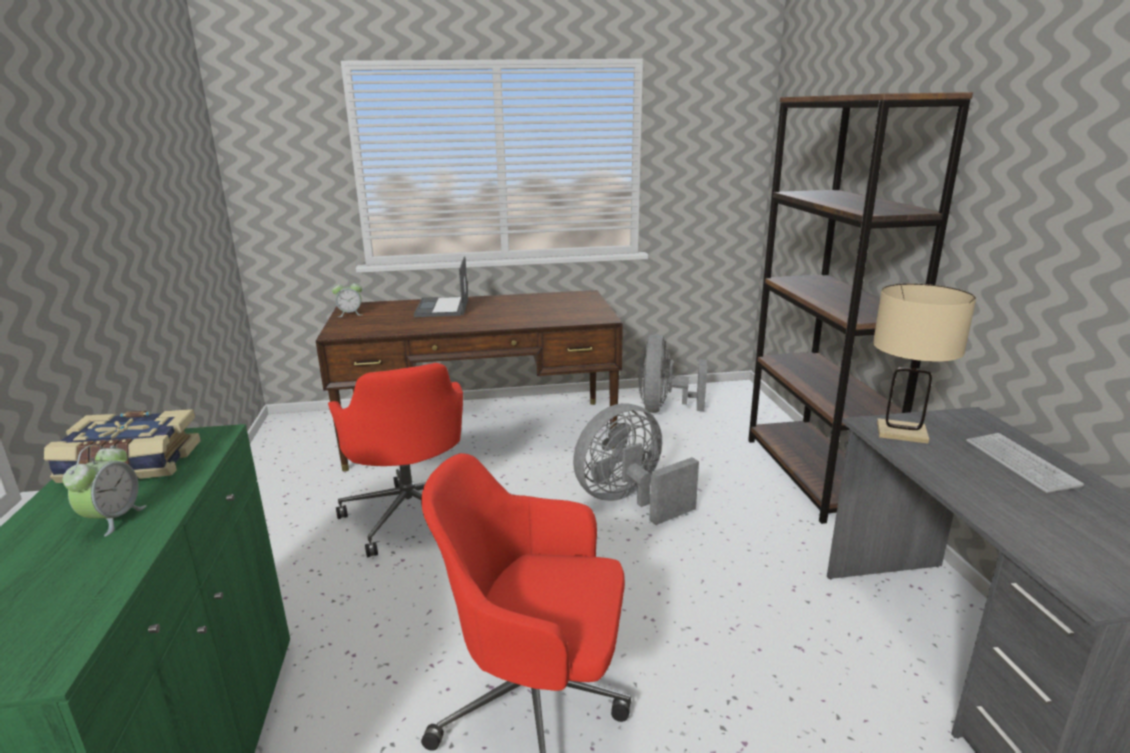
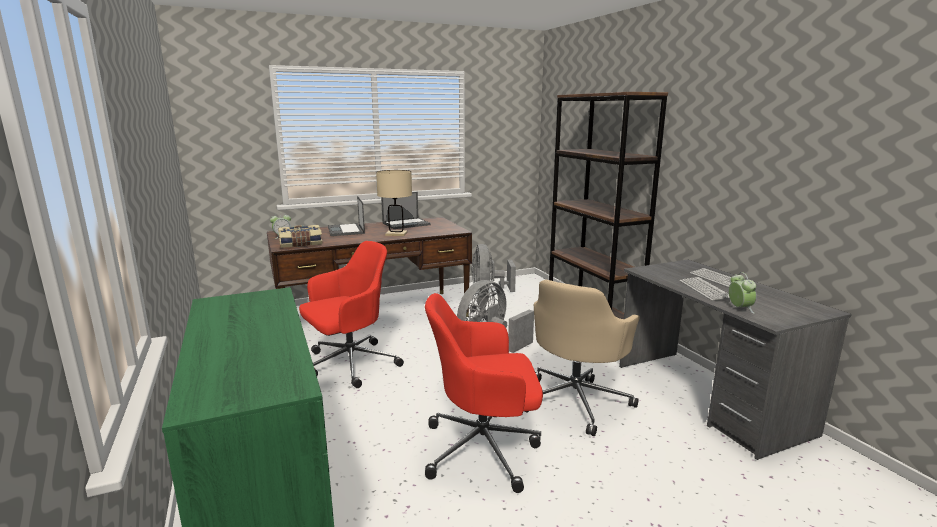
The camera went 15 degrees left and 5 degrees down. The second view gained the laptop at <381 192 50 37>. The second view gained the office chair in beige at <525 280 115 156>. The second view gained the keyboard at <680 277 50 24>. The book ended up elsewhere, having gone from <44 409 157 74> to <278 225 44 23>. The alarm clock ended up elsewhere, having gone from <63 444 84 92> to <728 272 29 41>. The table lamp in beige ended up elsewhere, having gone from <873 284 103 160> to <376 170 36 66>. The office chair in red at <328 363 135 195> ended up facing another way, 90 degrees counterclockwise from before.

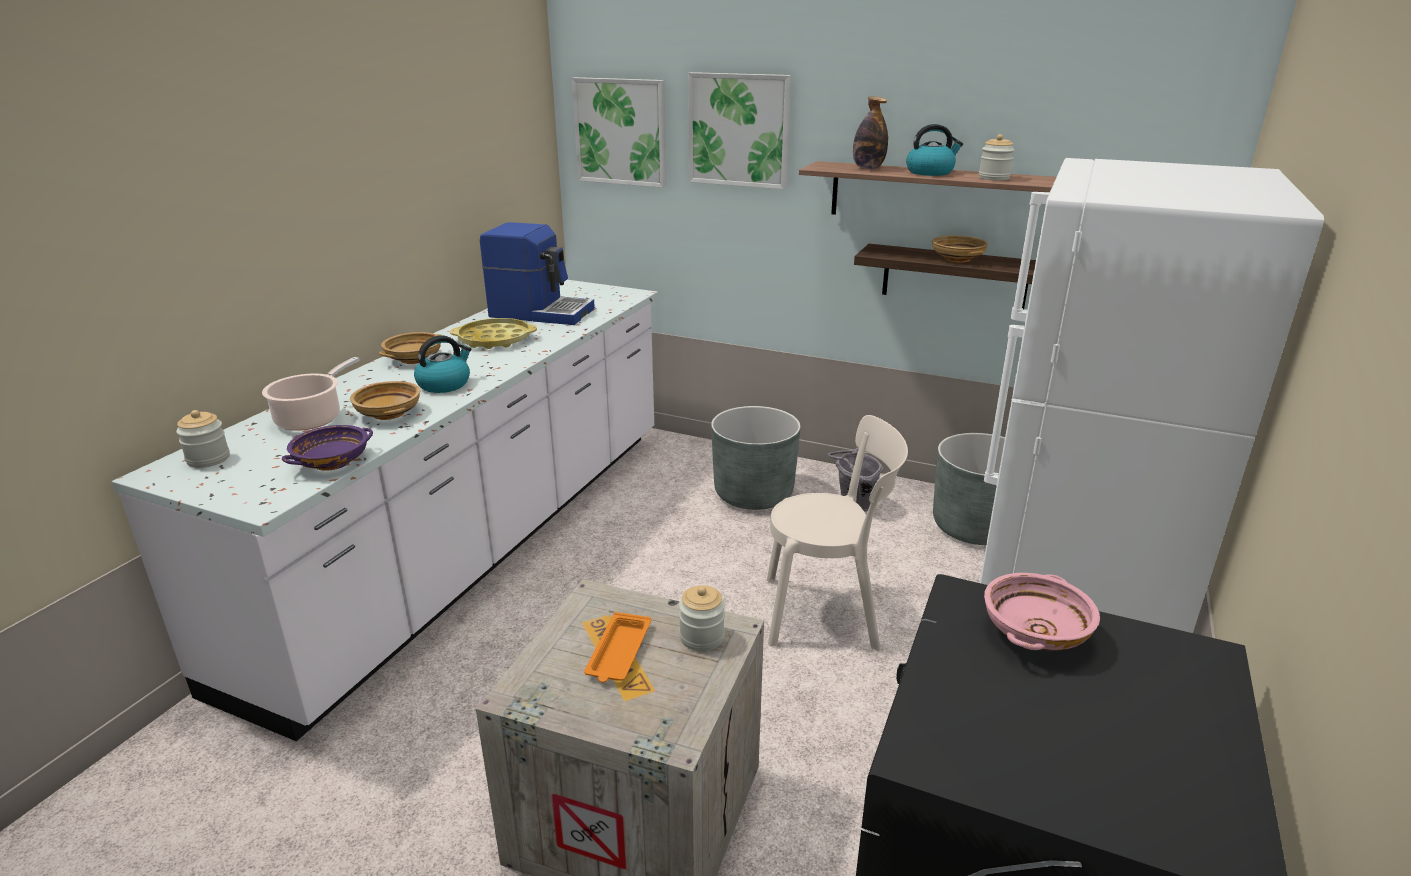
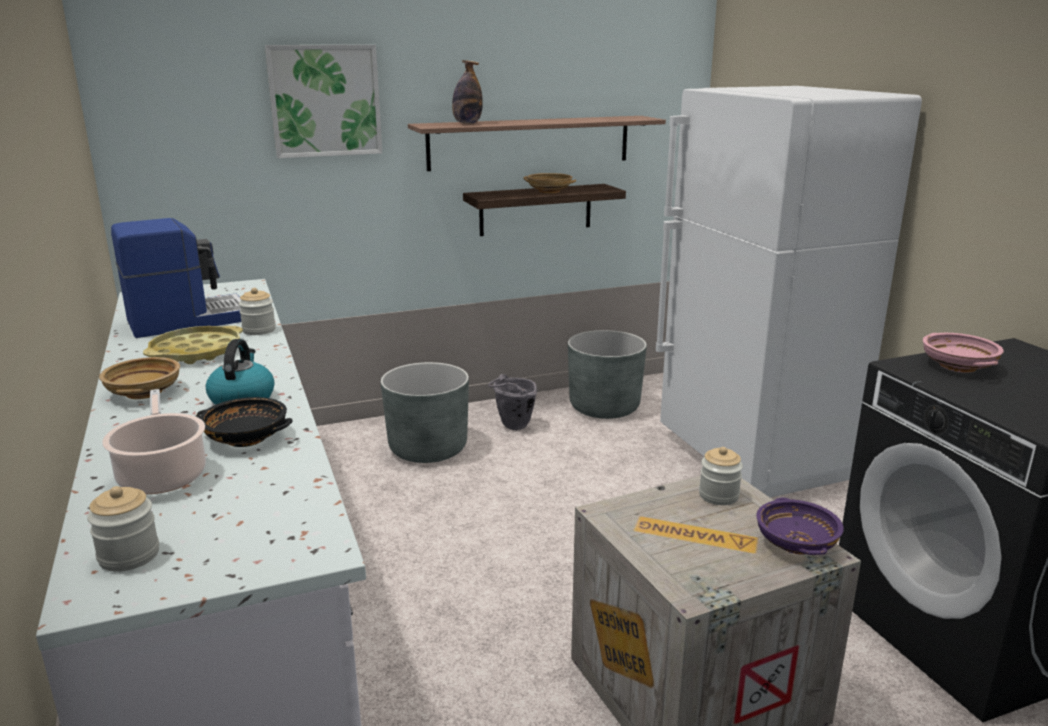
The camera went 45 degrees left and 5 degrees down. The second view lost the picture at <572 77 94 111>. The second view lost the tray in orange at <584 612 67 70>. The second view lost the chair in beige at <767 415 141 235>. The second view lost the kettle at <906 124 57 52>. The bowl in purple ended up elsewhere, having gone from <282 425 91 46> to <756 498 88 57>. The jar ended up elsewhere, having gone from <979 134 35 46> to <239 288 37 47>. What was the bowl in beige at <350 381 70 39> turned into the bowl in black at <196 397 97 50>.

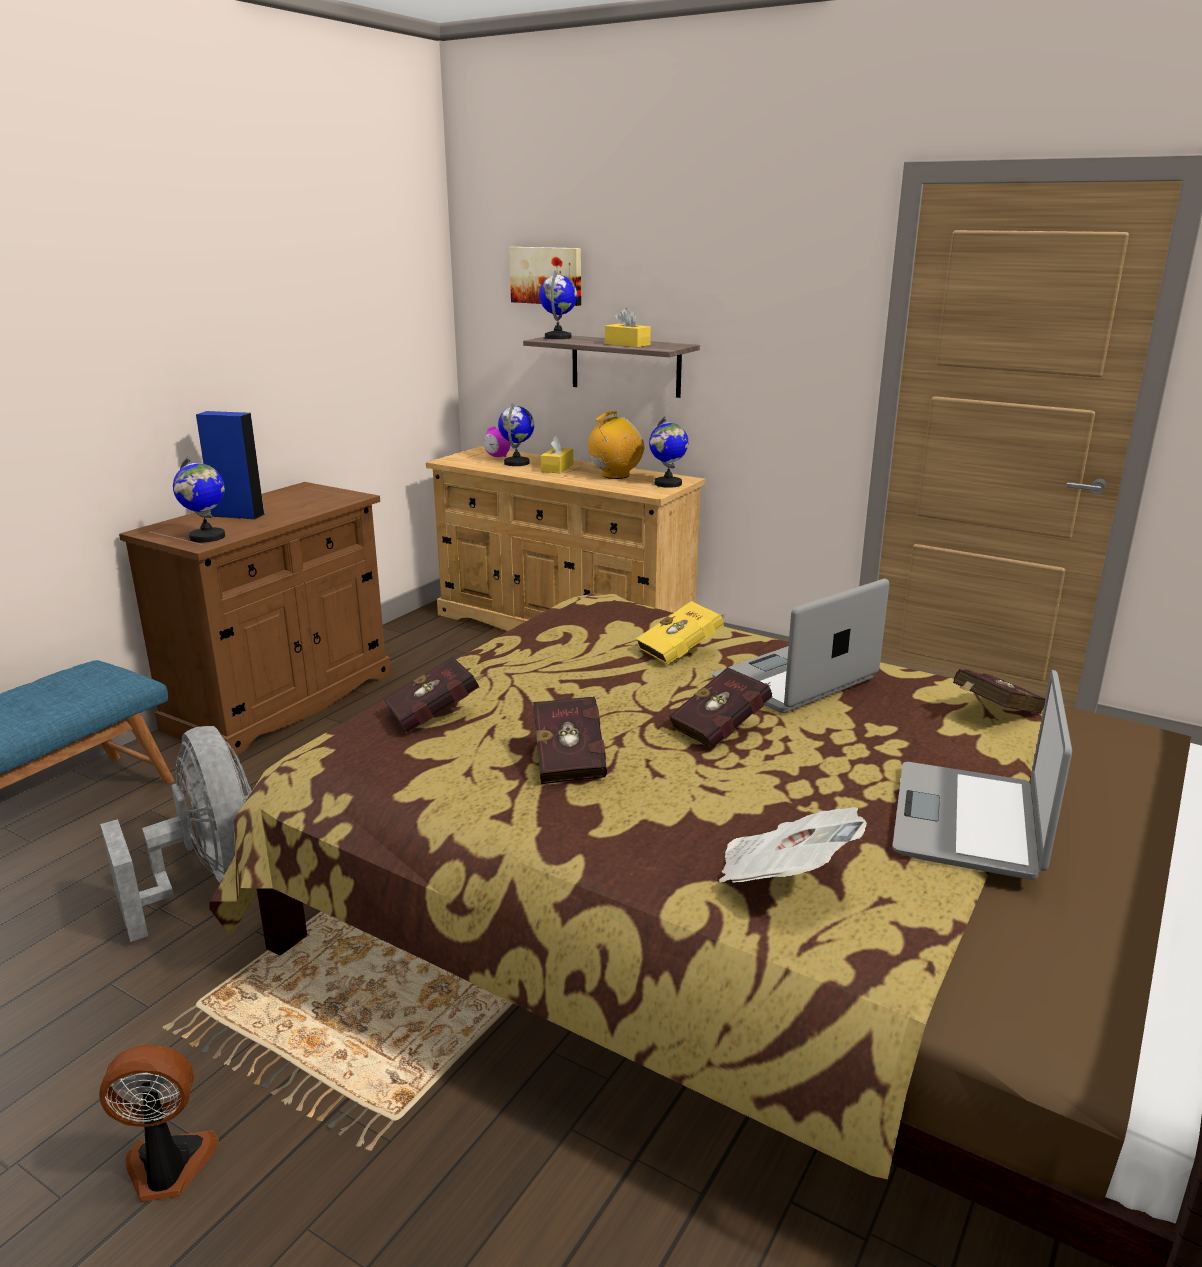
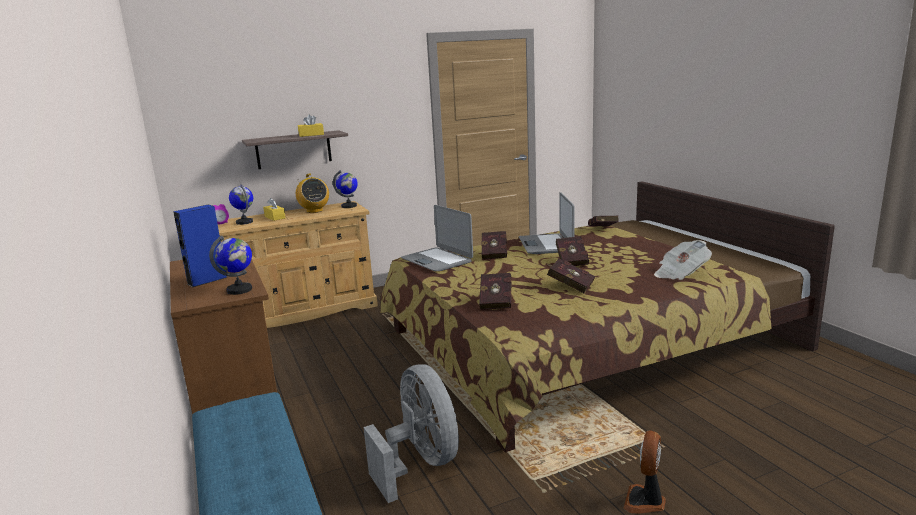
The camera went 55 degrees left and 5 degrees down. The second view lost the picture at <509 247 72 59>. The second view lost the globe at <539 270 38 69>. The laptop ended up elsewhere, having gone from <893 670 179 210> to <401 205 72 66>. What was the book in yellow at <636 601 89 64> turned into the book in red at <482 231 25 29>. The fan in grey at <100 726 152 216> ended up facing another way, 60 degrees clockwise from before. The radio at <588 411 57 68> ended up facing another way, 150 degrees clockwise from before.

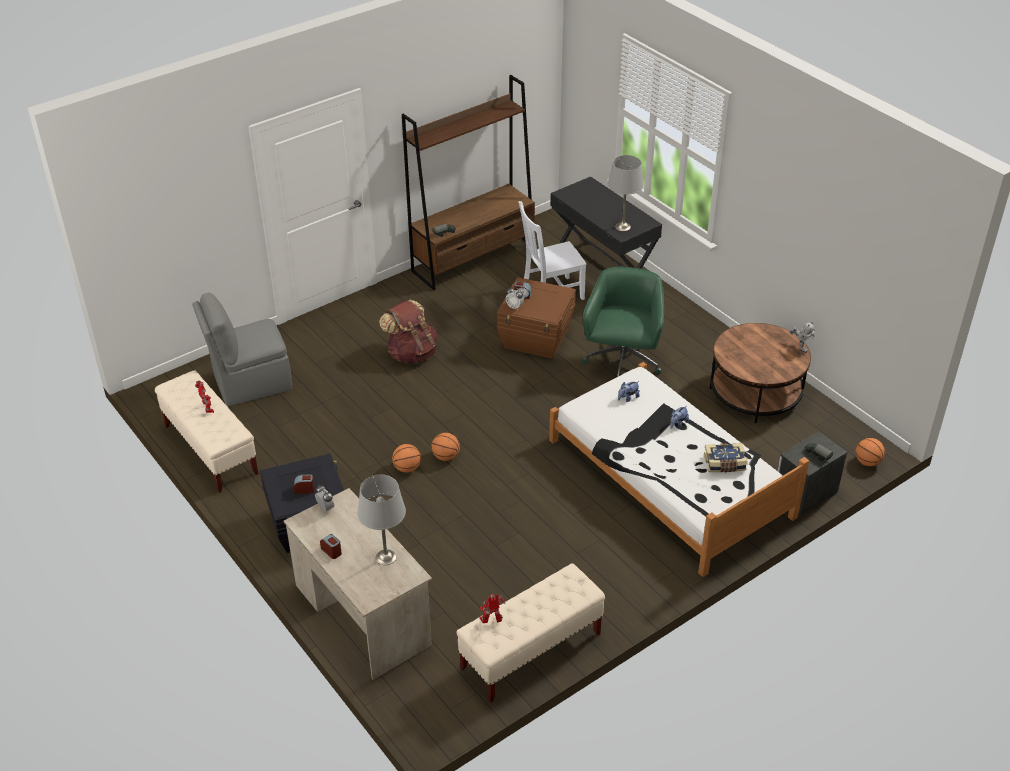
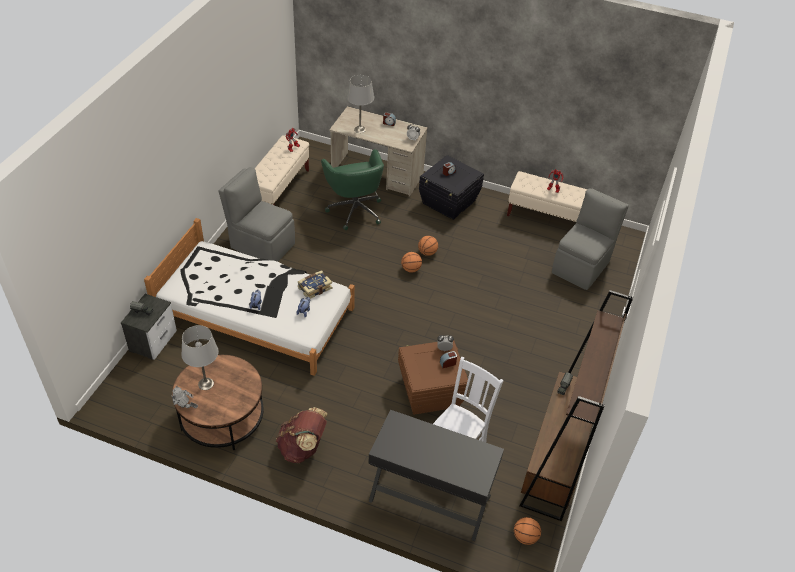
The camera went 145 degrees right and 5 degrees up. The second view gained the chair in grey at <218 167 77 95>. The backpack in brown ended up elsewhere, having gone from <379 300 58 63> to <276 407 52 56>. The office chair in green ended up elsewhere, having gone from <582 267 82 110> to <321 149 63 81>. The table lamp in grey ended up elsewhere, having gone from <608 155 36 76> to <181 325 38 65>. The book ended up elsewhere, having gone from <704 443 43 29> to <298 270 34 29>. The basketball ended up elsewhere, having gone from <856 438 29 28> to <514 517 27 28>.

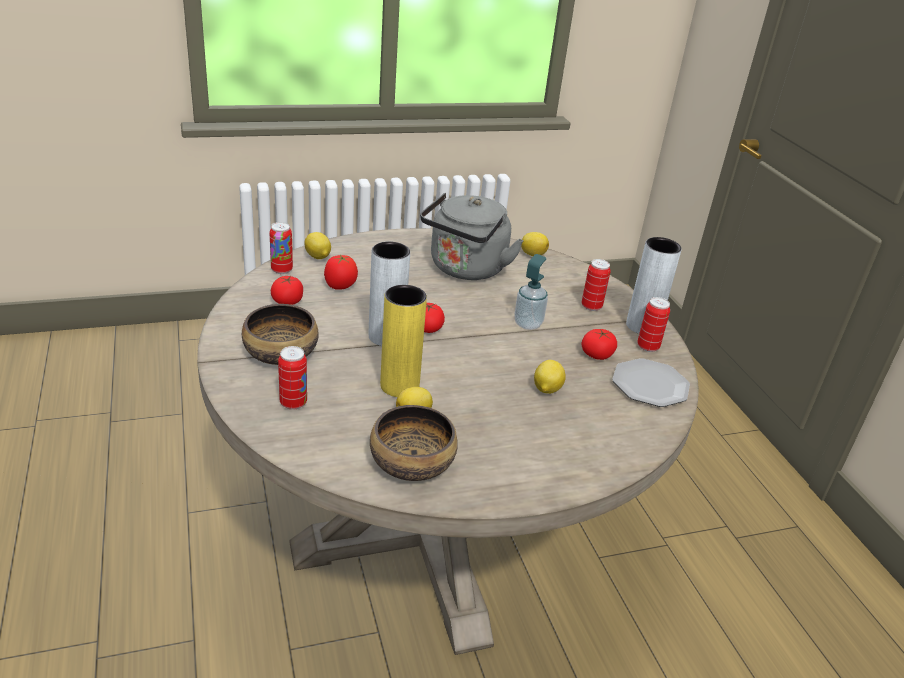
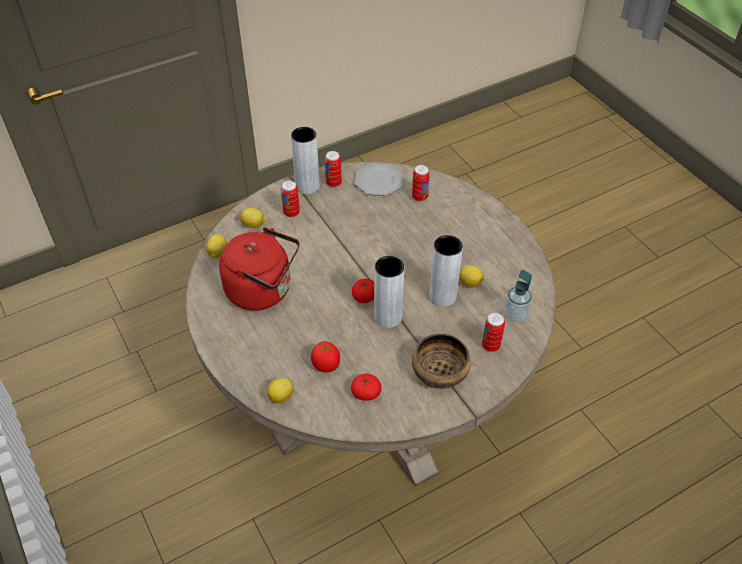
The camera went 100 degrees left and 15 degrees up. The second view lost the bowl at <370 405 88 76>. The second view lost the tomato at <582 329 35 31>. The can ended up elsewhere, having gone from <270 222 23 52> to <412 165 18 37>. The soap dispenser ended up elsewhere, having gone from <514 254 34 76> to <504 270 28 52>. The lemon ended up elsewhere, having gone from <534 360 32 34> to <240 208 26 20>. What was the vase in yellow at <380 285 47 112> turned into the vase in grey at <429 235 34 72>. What was the kettle in grey at <420 193 104 87> turned into the kettle in red at <219 227 81 84>.

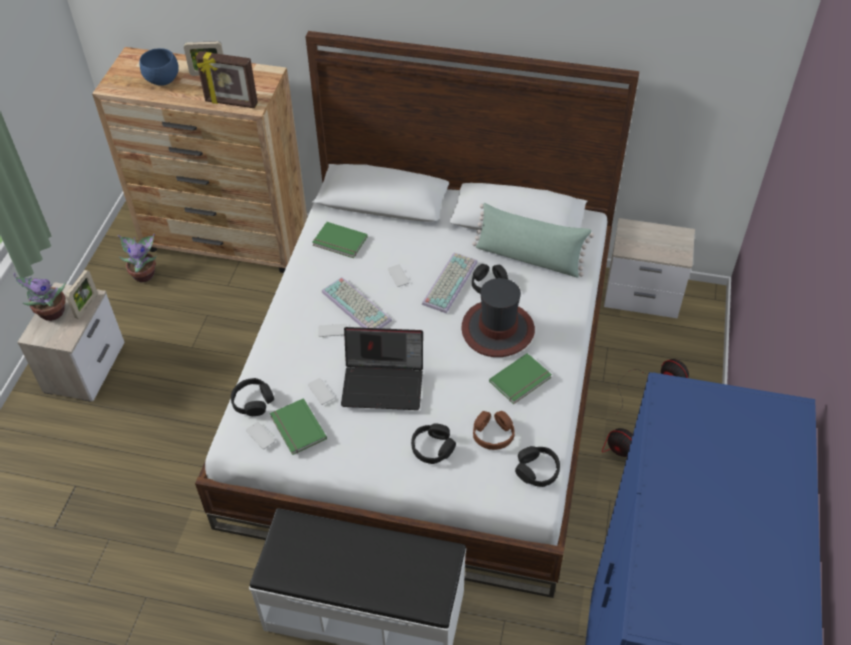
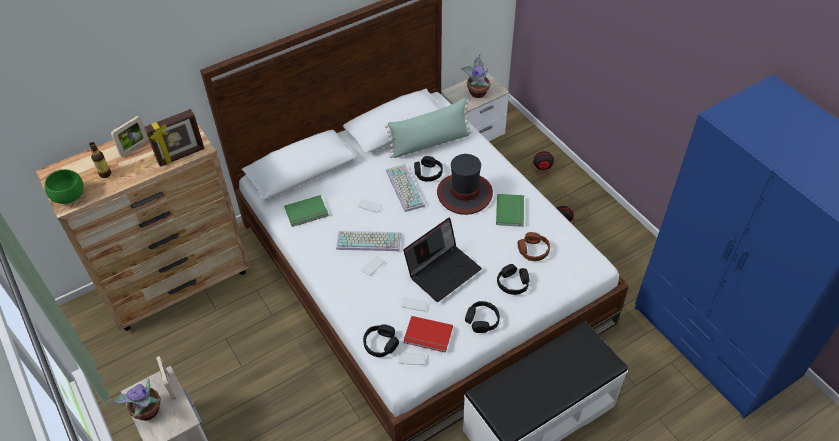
The camera went 45 degrees left and 0 degrees up. The second view gained the bowl in green at <44 169 40 35>. The potted plant ended up elsewhere, having gone from <118 234 39 48> to <461 54 30 44>. The headphones in black ended up elsewhere, having gone from <515 446 45 41> to <465 301 35 32>. Where the bowl in blue stood at <139 48 40 38>, the bottle came to stand at <89 142 22 36>. What was the book in green at <270 399 57 56> turned into the book in red at <403 316 50 37>.

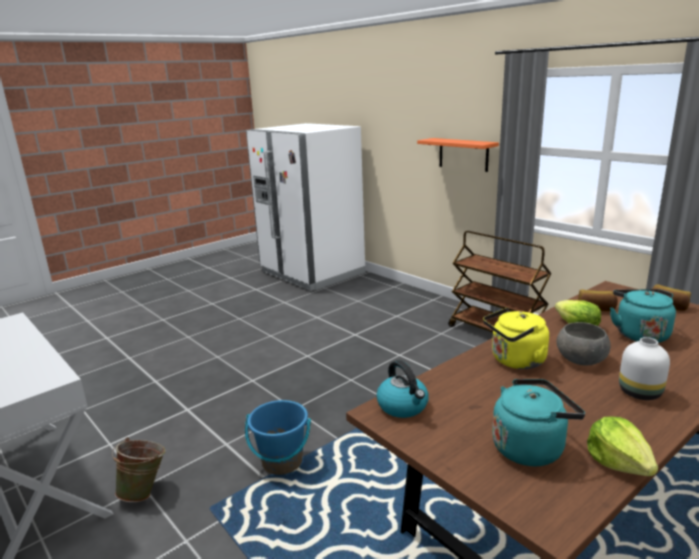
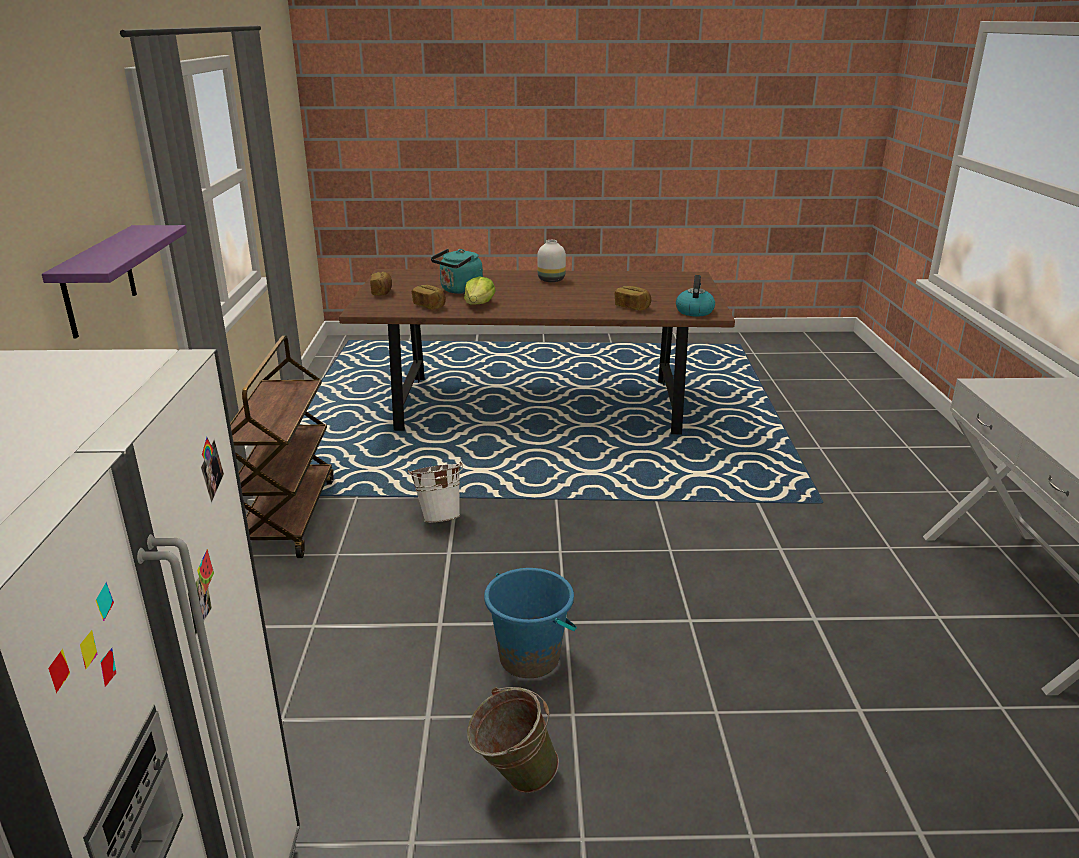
The camera went 140 degrees left and 5 degrees up. The second view lost the kettle in yellow at <483 308 66 61>. The second view lost the kettle in turquoise at <492 379 93 87>. The second view lost the bowl in grey at <556 322 55 44>. The second view lost the lettuce at <587 416 71 60>. The second view gained the bucket in white at <408 461 55 62>. The second view gained the bread at <615 286 36 24>. The bucket in green ended up elsewhere, having gone from <112 437 54 65> to <467 687 92 106>. The bucket in blue ended up elsewhere, having gone from <245 400 66 75> to <484 568 93 110>. What was the shelf in orange at <417 138 82 34> turned into the shelf in purple at <42 225 145 114>.

